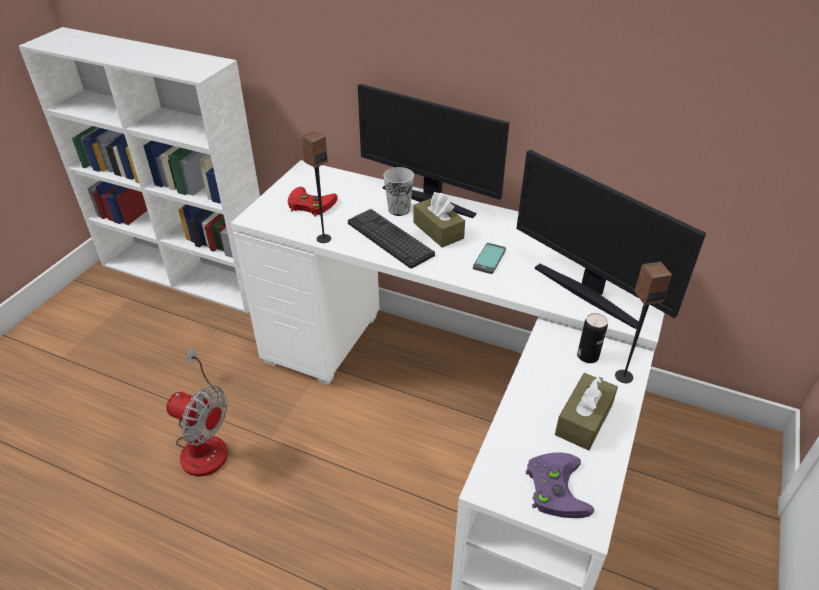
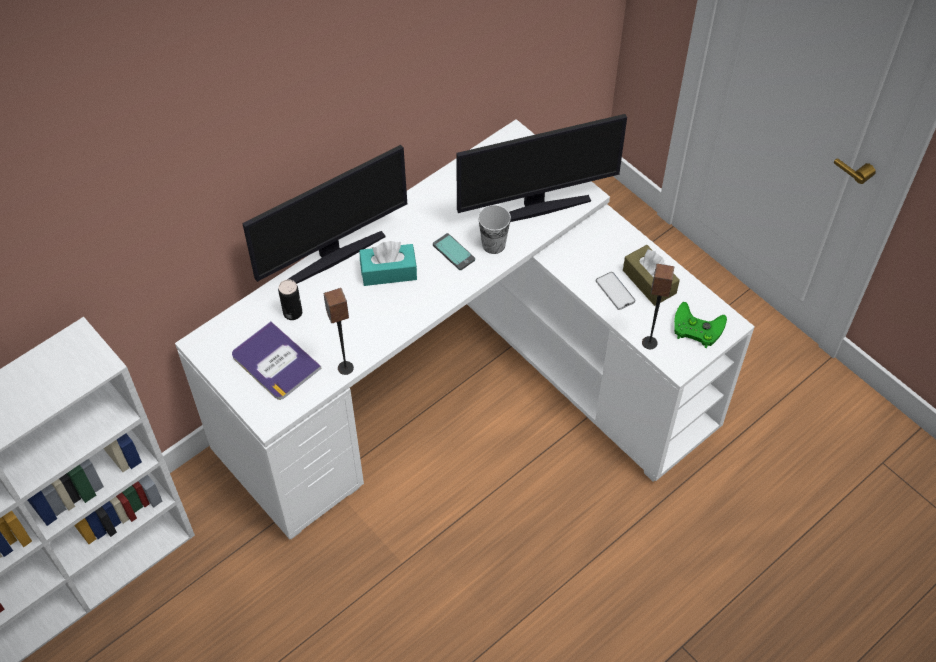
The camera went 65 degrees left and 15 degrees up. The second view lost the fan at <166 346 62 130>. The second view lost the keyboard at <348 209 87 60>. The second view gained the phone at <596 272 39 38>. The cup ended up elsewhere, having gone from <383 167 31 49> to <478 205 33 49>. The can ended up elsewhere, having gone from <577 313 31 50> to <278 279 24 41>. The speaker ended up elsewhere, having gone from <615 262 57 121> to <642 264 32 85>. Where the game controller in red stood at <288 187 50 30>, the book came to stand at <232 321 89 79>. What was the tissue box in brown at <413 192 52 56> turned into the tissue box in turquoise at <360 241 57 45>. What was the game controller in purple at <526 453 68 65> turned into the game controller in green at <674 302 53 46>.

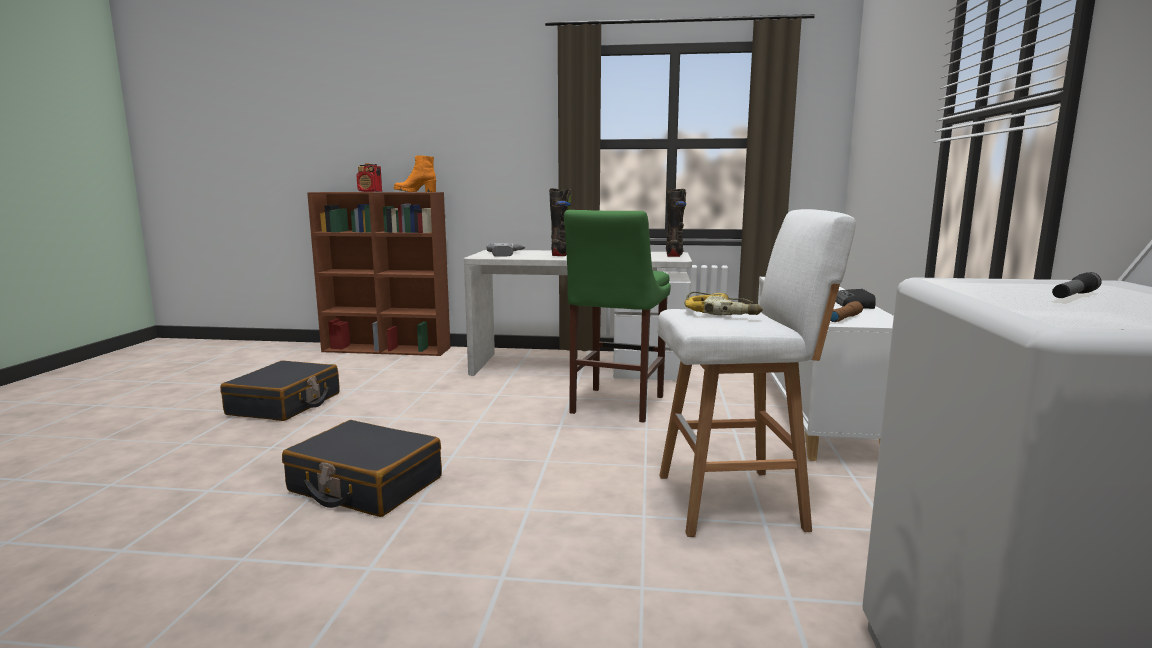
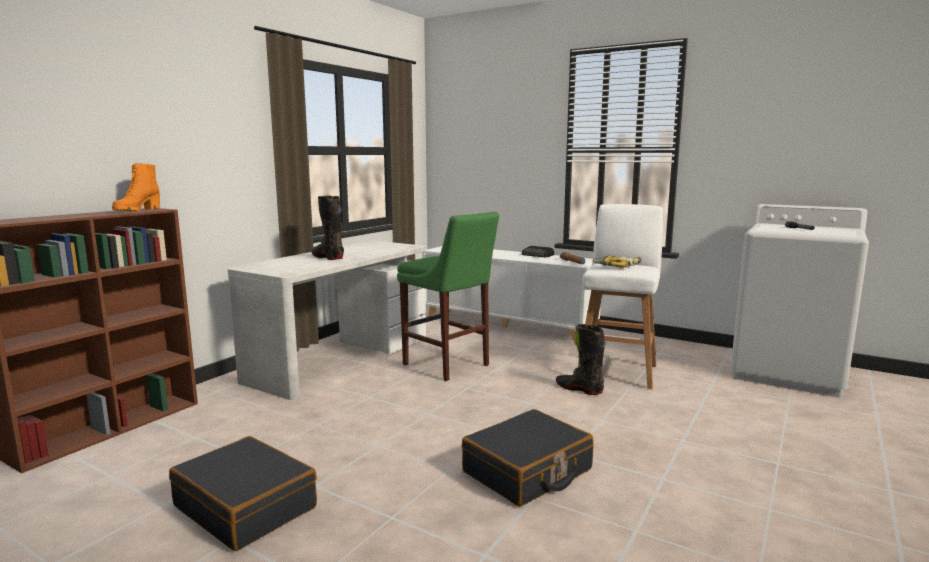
The camera went 65 degrees left and 0 degrees up. The second view lost the radio at <356 163 26 29>. The second view lost the power drill at <487 243 38 14>. The boot in black ended up elsewhere, having gone from <666 188 20 69> to <556 324 50 71>.

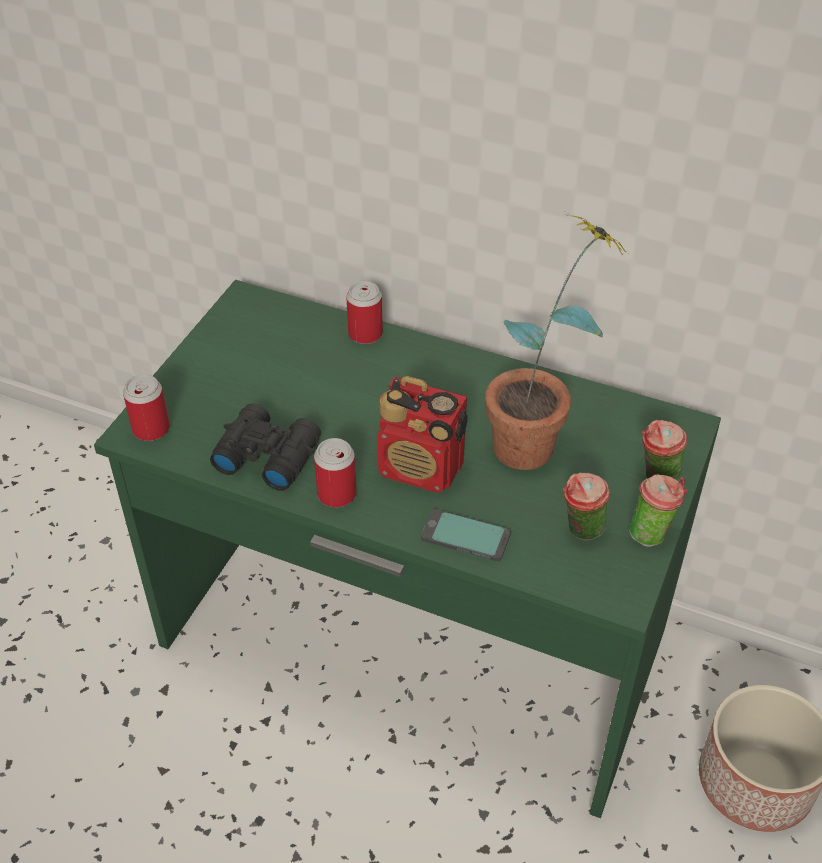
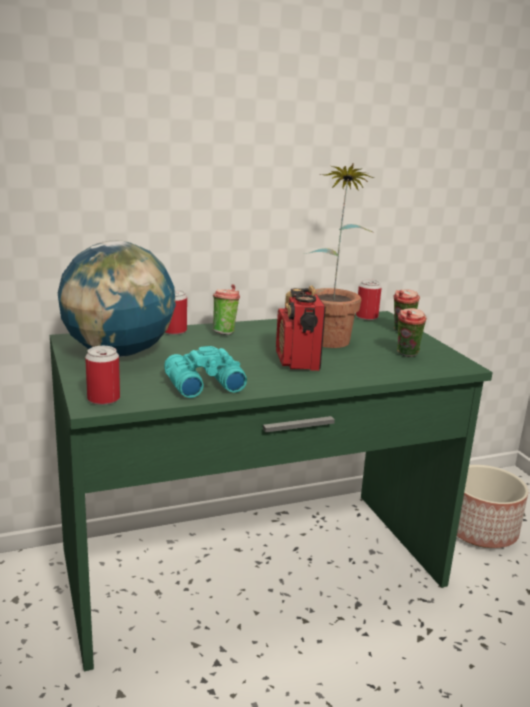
The camera went 45 degrees left and 25 degrees down. The second view lost the phone at <421 509 90 52>. The second view gained the globe at <58 241 118 116>. The can ended up elsewhere, having gone from <314 438 42 69> to <356 279 26 41>. The cup ended up elsewhere, having gone from <629 474 58 73> to <213 284 27 51>. What was the binoculars in black at <210 403 111 88> turned into the binoculars in turquoise at <164 346 83 52>. The radio at <377 376 90 117> ended up facing another way, 105 degrees clockwise from before.

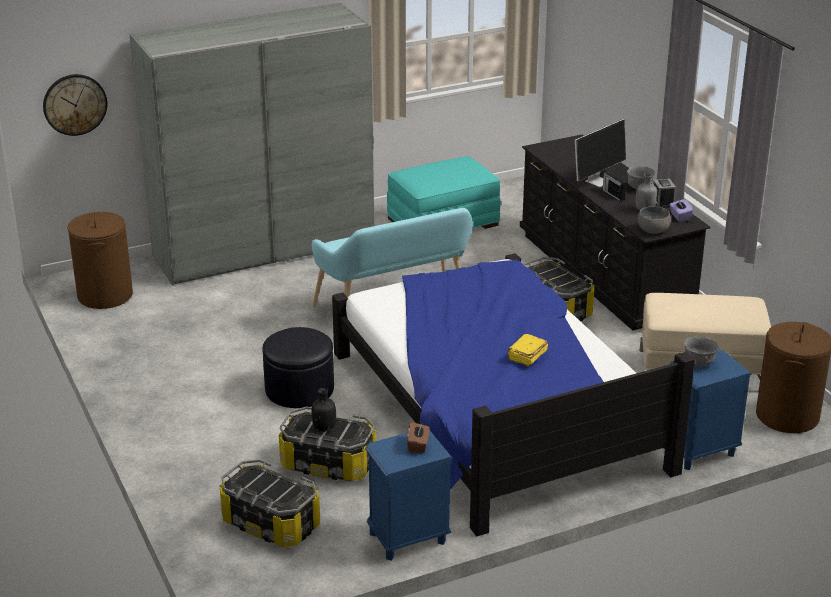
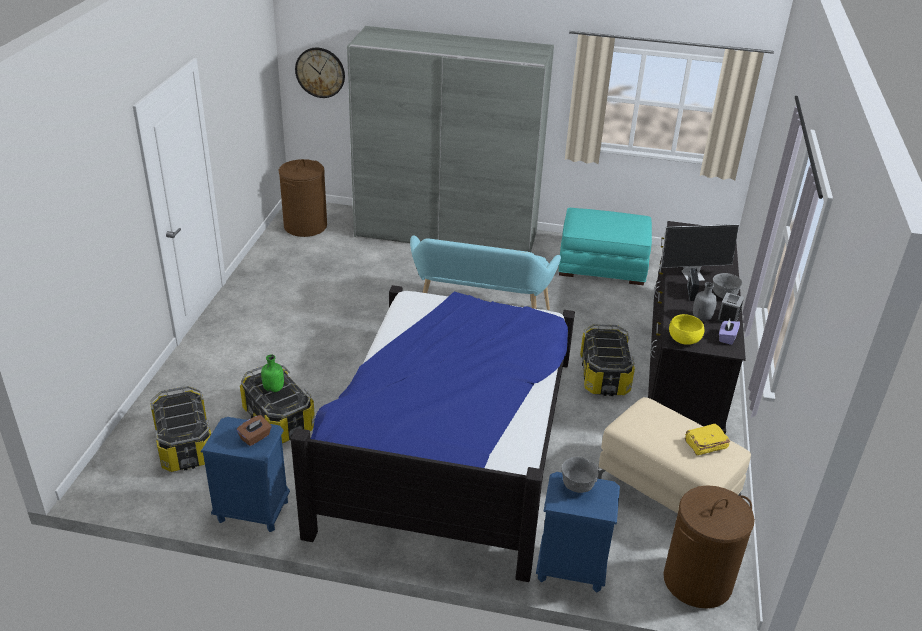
The camera went 35 degrees right and 5 degrees up. The second view lost the ottoman in black at <262 327 72 81>. The book in yellow ended up elsewhere, having gone from <507 334 41 33> to <685 424 45 31>. What was the bottle in black at <312 388 24 44> turned into the bottle in green at <261 355 23 37>. What was the bowl in grey at <638 206 33 28> turned into the bowl in yellow at <669 314 35 31>.

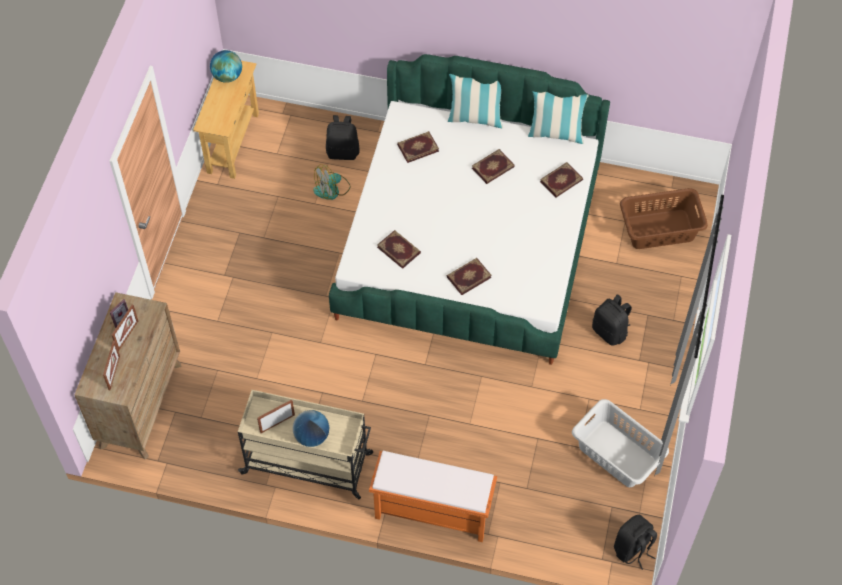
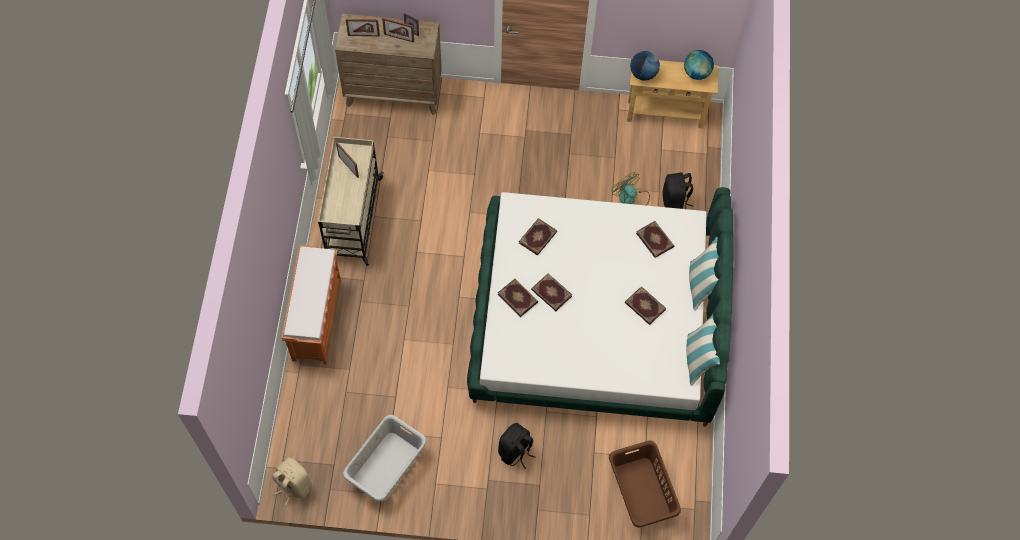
The camera went 80 degrees right and 5 degrees up. The globe ended up elsewhere, having gone from <292 410 37 37> to <630 51 30 30>. The book ended up elsewhere, having gone from <540 162 43 36> to <531 274 41 37>. What was the backpack in black at <614 515 43 55> turned into the backpack in beige at <272 457 40 48>.

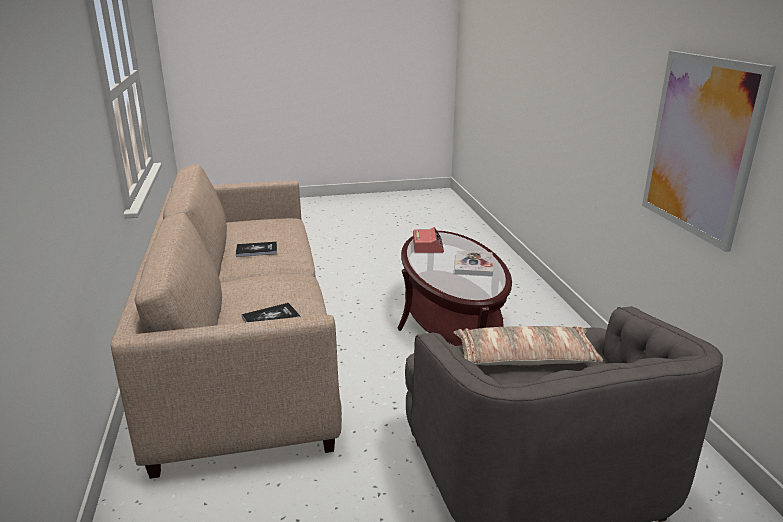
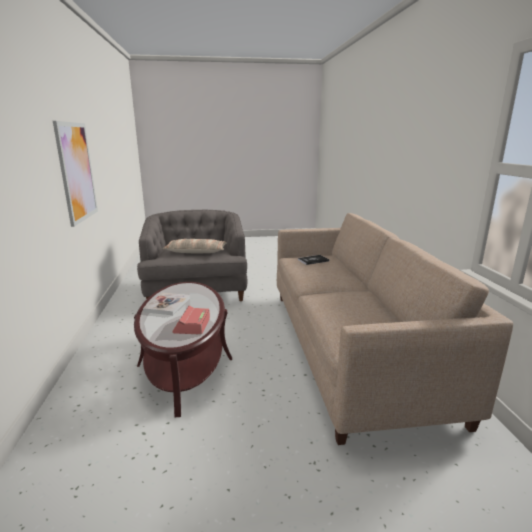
The camera went 175 degrees left and 5 degrees down. The second view lost the book at <236 242 41 15>.

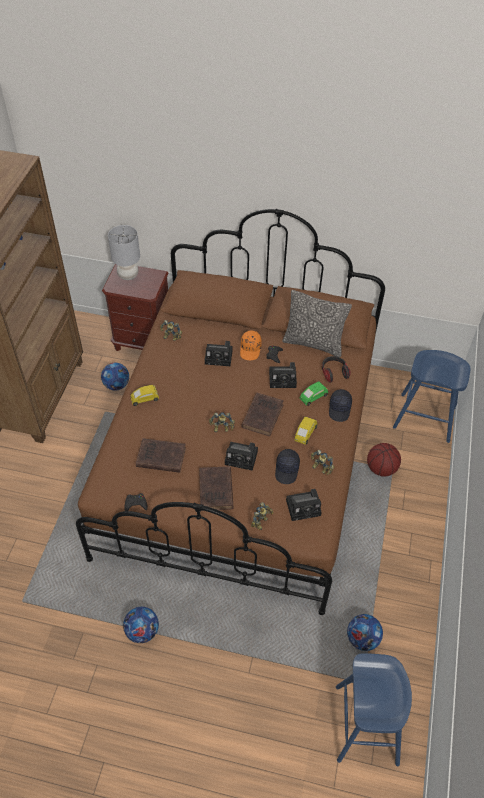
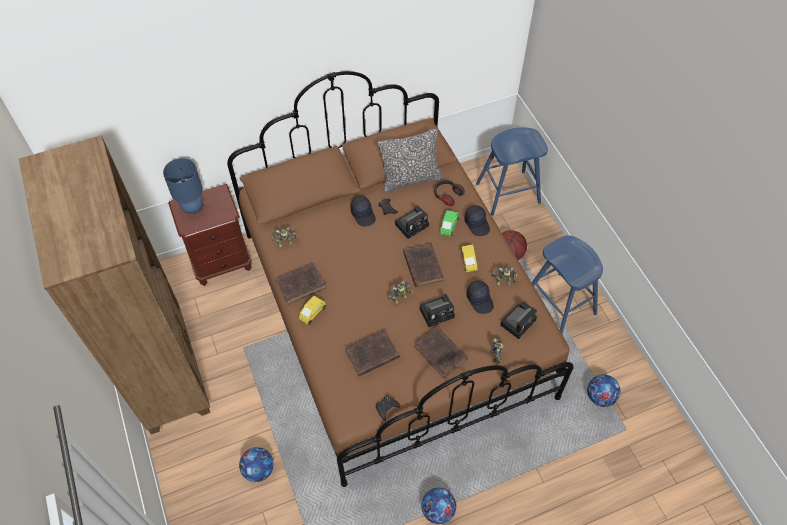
The camera went 35 degrees left and 5 degrees up. The second view lost the photo camera at <205 341 28 25>. The second view gained the book in brown at <275 263 51 42>. The football ended up elsewhere, having gone from <101 363 28 27> to <239 447 35 35>. The stool in blue ended up elsewhere, having gone from <336 653 76 113> to <532 235 71 99>. What was the table lamp in grey at <108 225 32 55> turned into the table lamp in blue at <163 158 40 56>. What was the cap in orange at <240 331 22 29> turned into the cap in black at <350 196 26 30>.

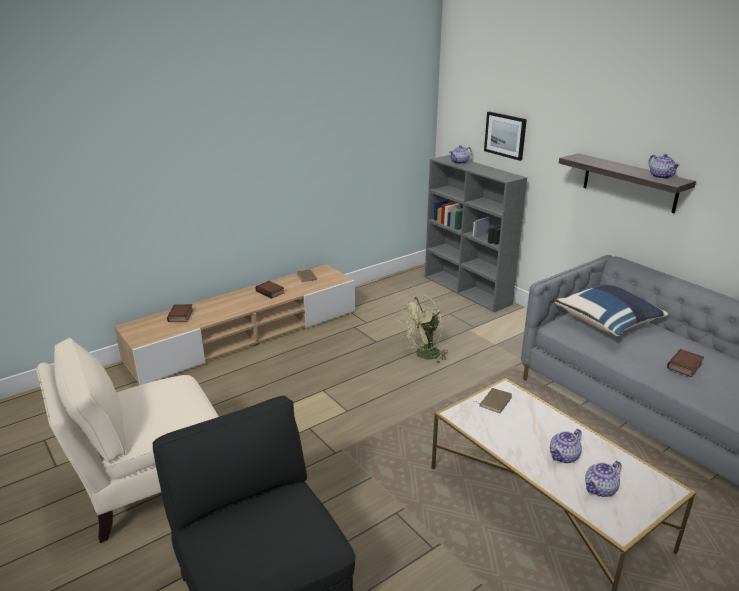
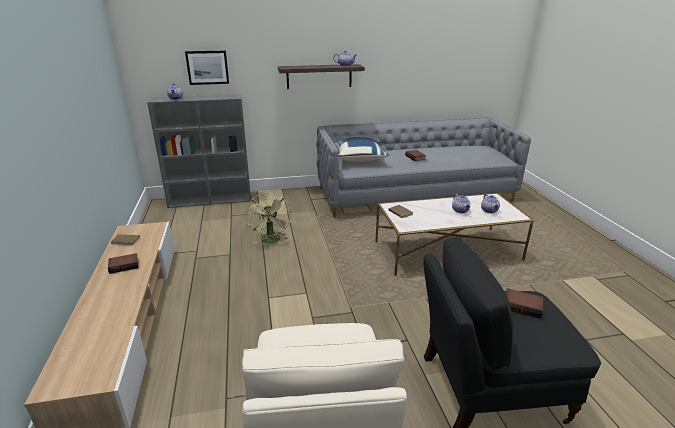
The camera went 65 degrees left and 0 degrees up. The book ended up elsewhere, having gone from <167 304 26 18> to <506 288 37 30>.

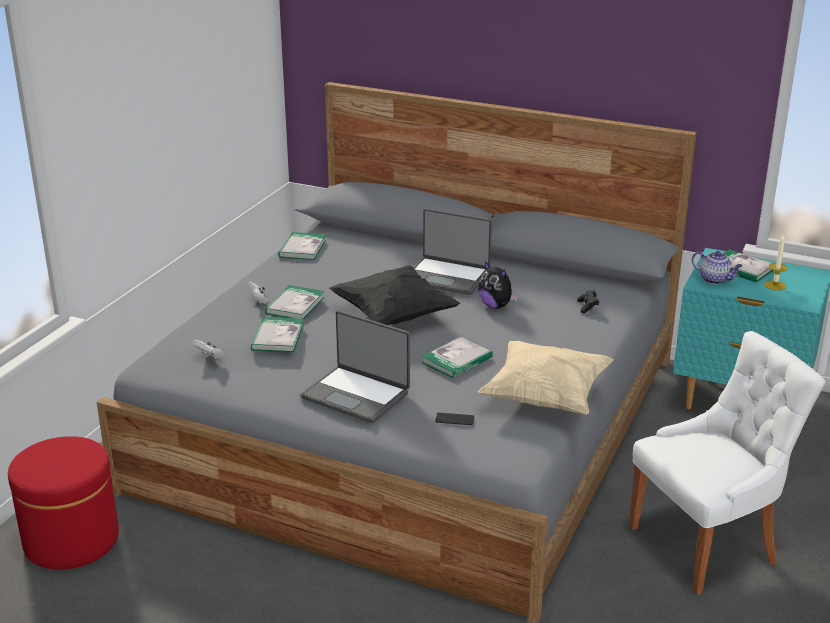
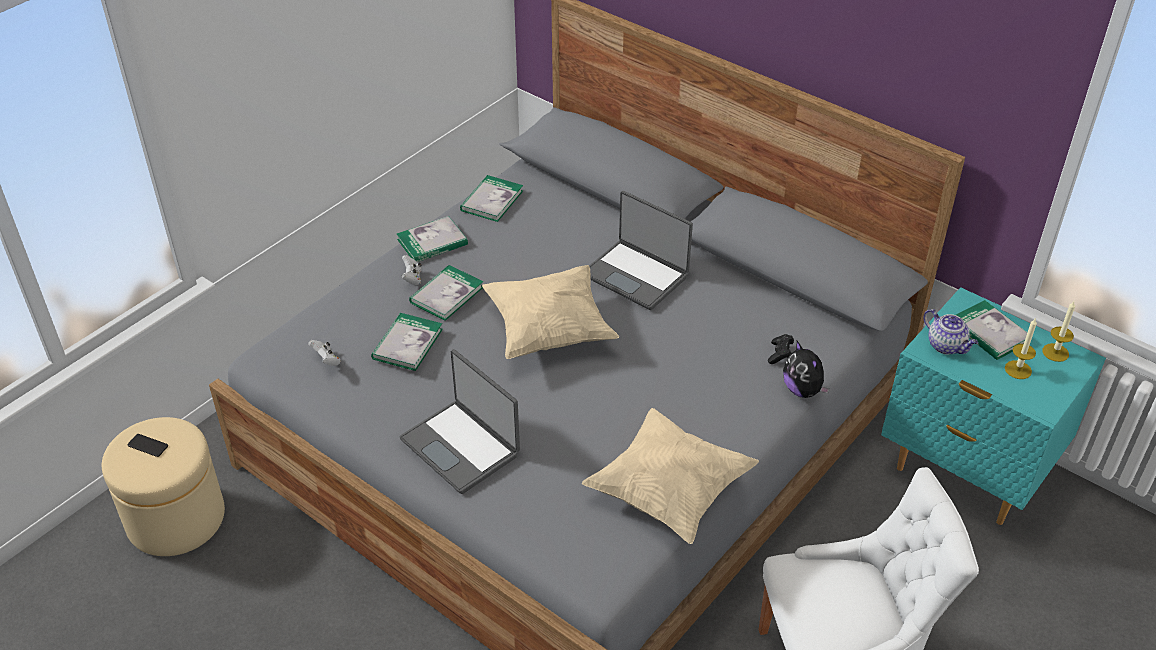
The camera went 15 degrees right and 15 degrees up. The second view gained the candle at <1042 301 33 61>. The book ended up elsewhere, having gone from <421 336 72 42> to <397 216 71 46>. The phone ended up elsewhere, having gone from <435 413 39 12> to <128 434 40 23>. The plush toy ended up elsewhere, having gone from <478 261 40 48> to <783 341 47 57>. What was the ottoman in red at <8 436 111 134> turned into the ottoman in beige at <102 417 123 139>. What was the pillow in black at <329 265 131 60> turned into the pillow in beige at <482 265 137 94>.

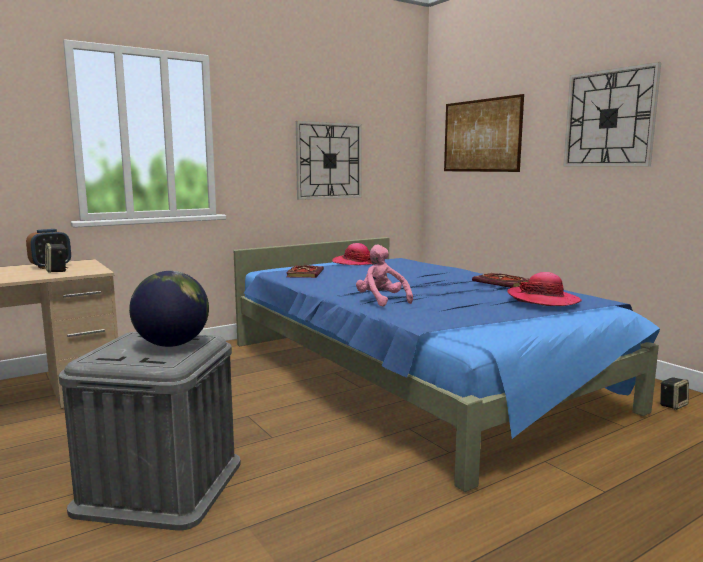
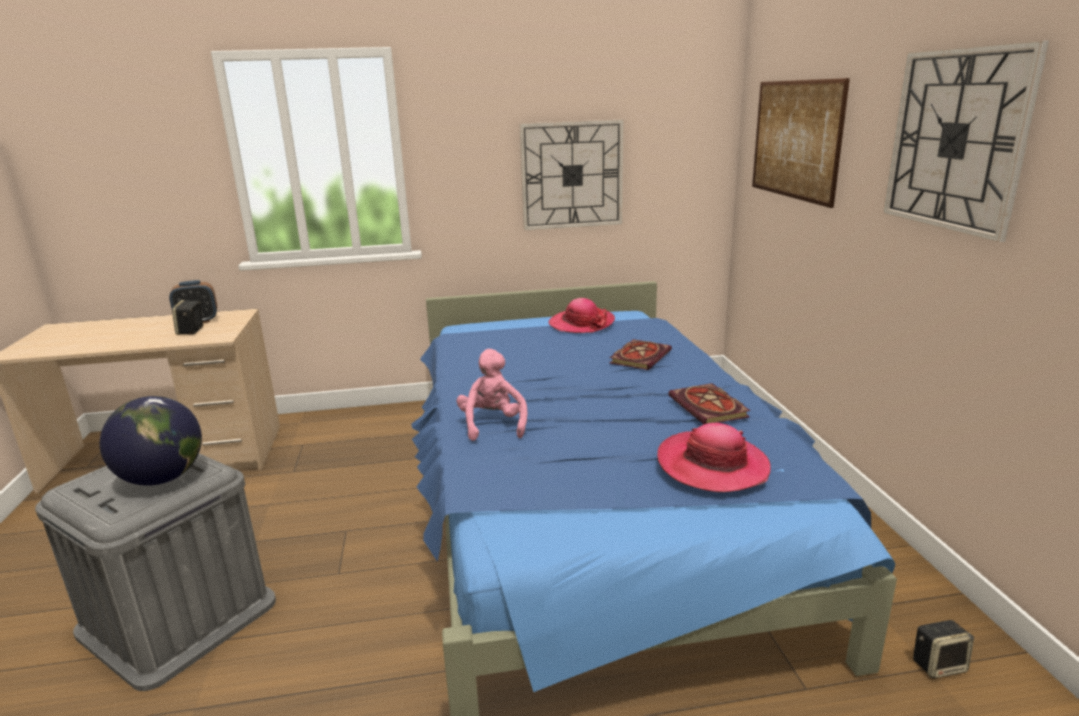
The camera went 25 degrees right and 10 degrees up. The book ended up elsewhere, having gone from <287 265 37 13> to <610 339 62 31>.

